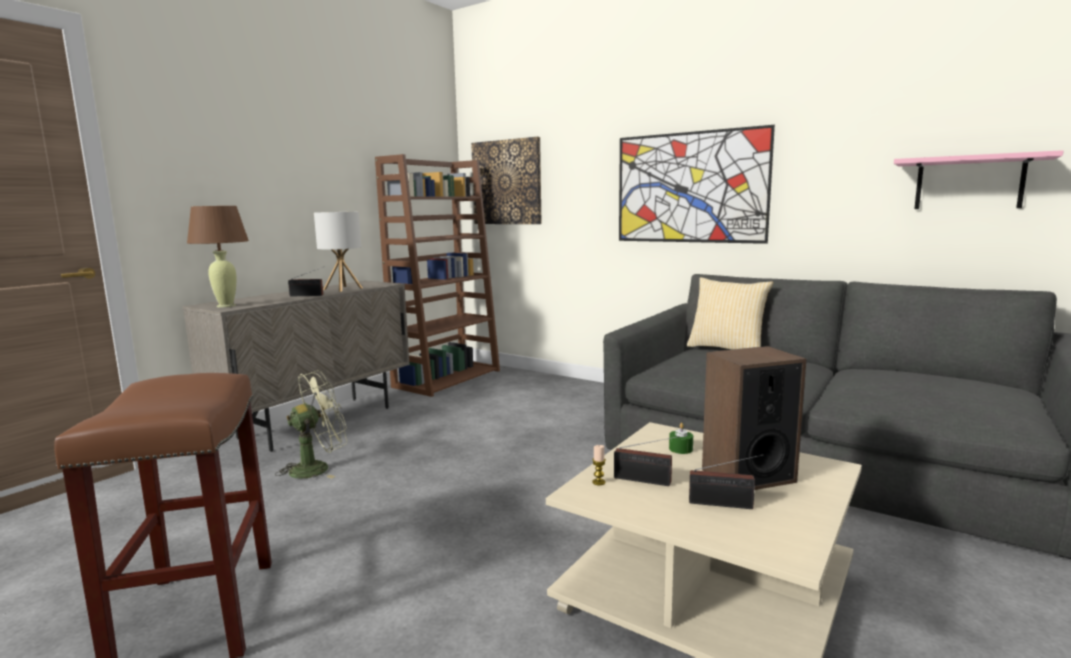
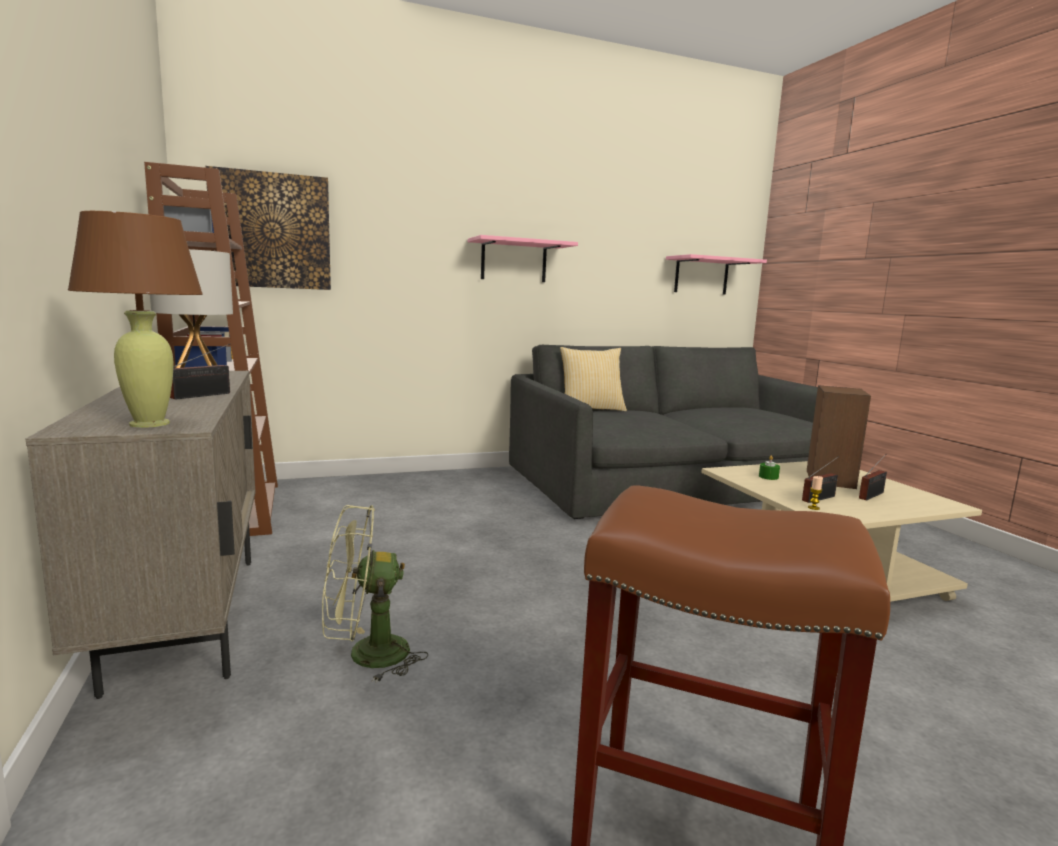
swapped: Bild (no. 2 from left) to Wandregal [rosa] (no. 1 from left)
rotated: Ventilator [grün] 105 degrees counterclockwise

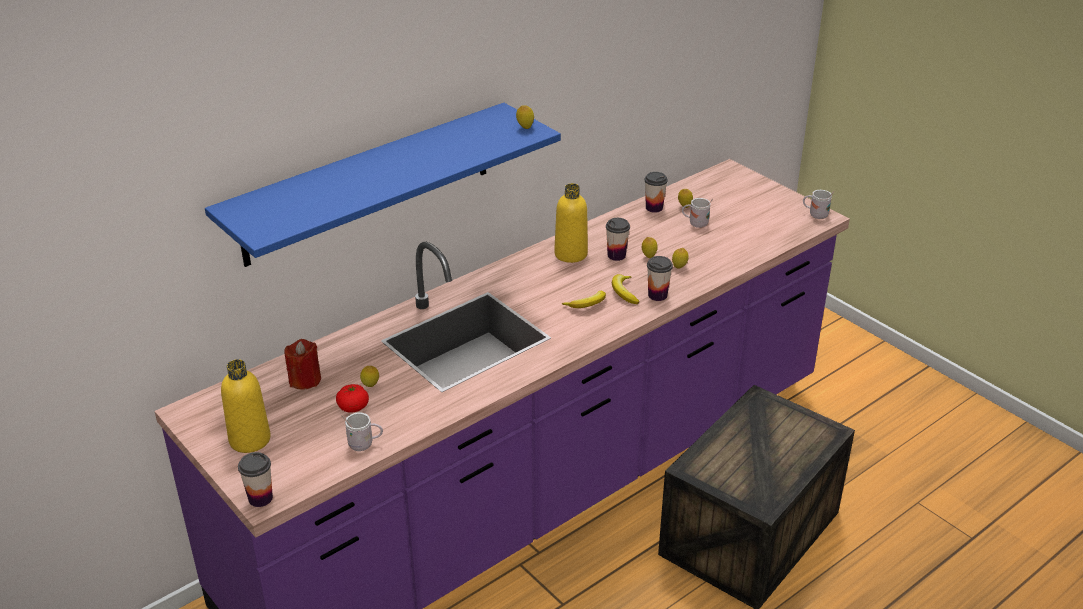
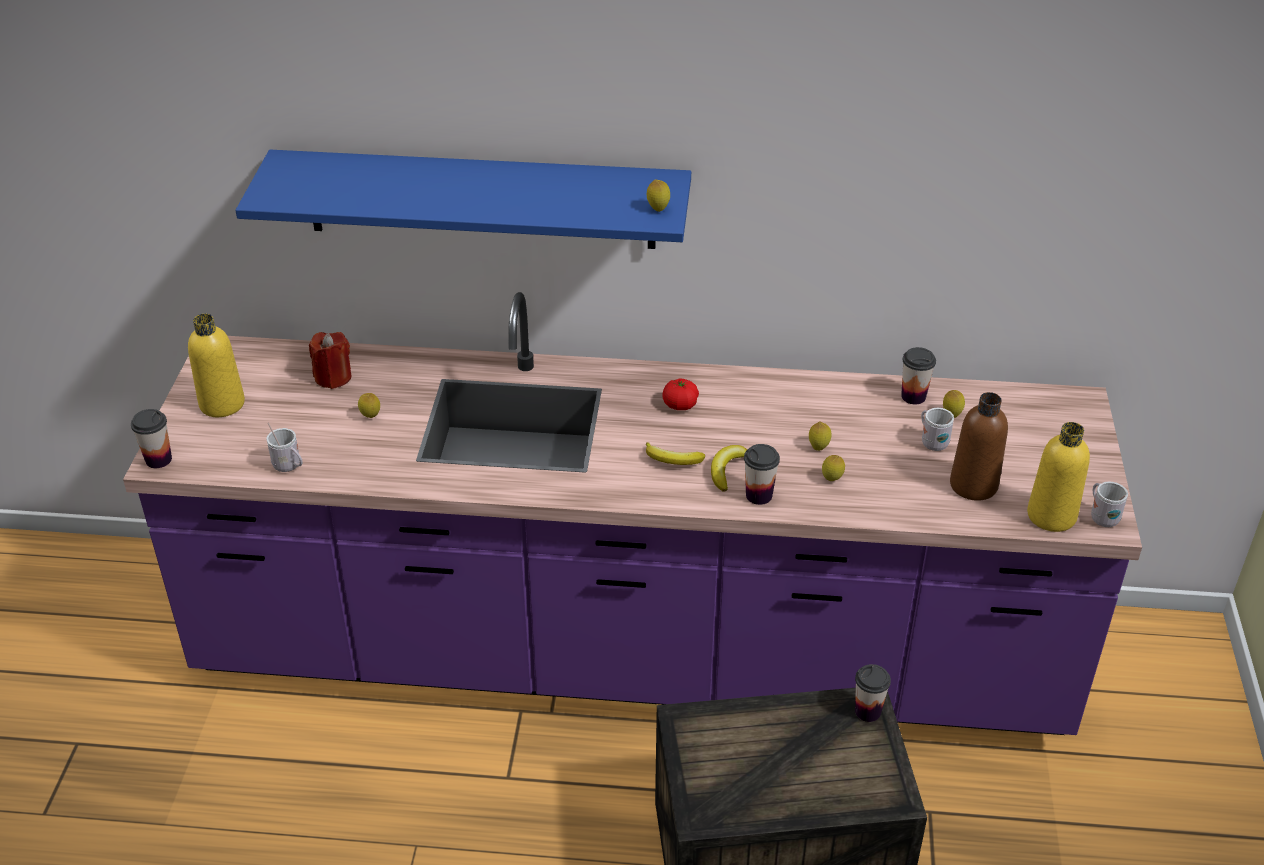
new: Flasche [braun]
shifted: Tomate; Flasche [gelb] (no. 2 from left); Tasse (no. 2 from left in the first image) to Tasse (no. 3 from left)

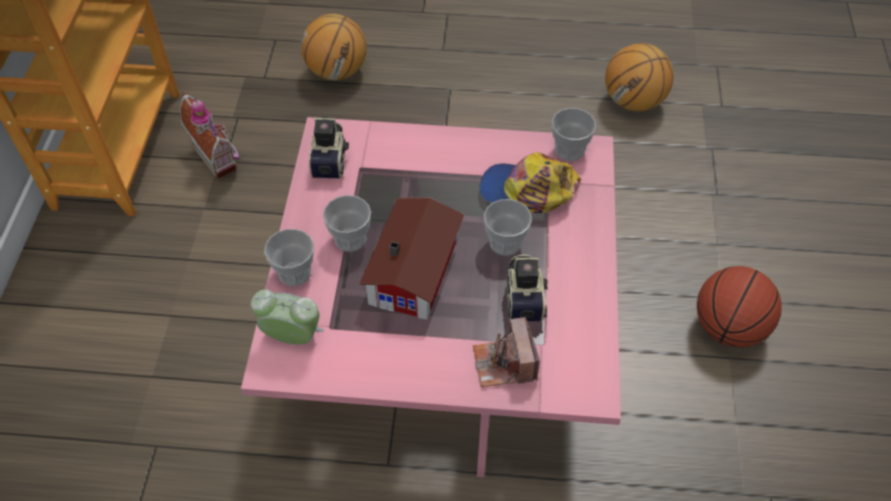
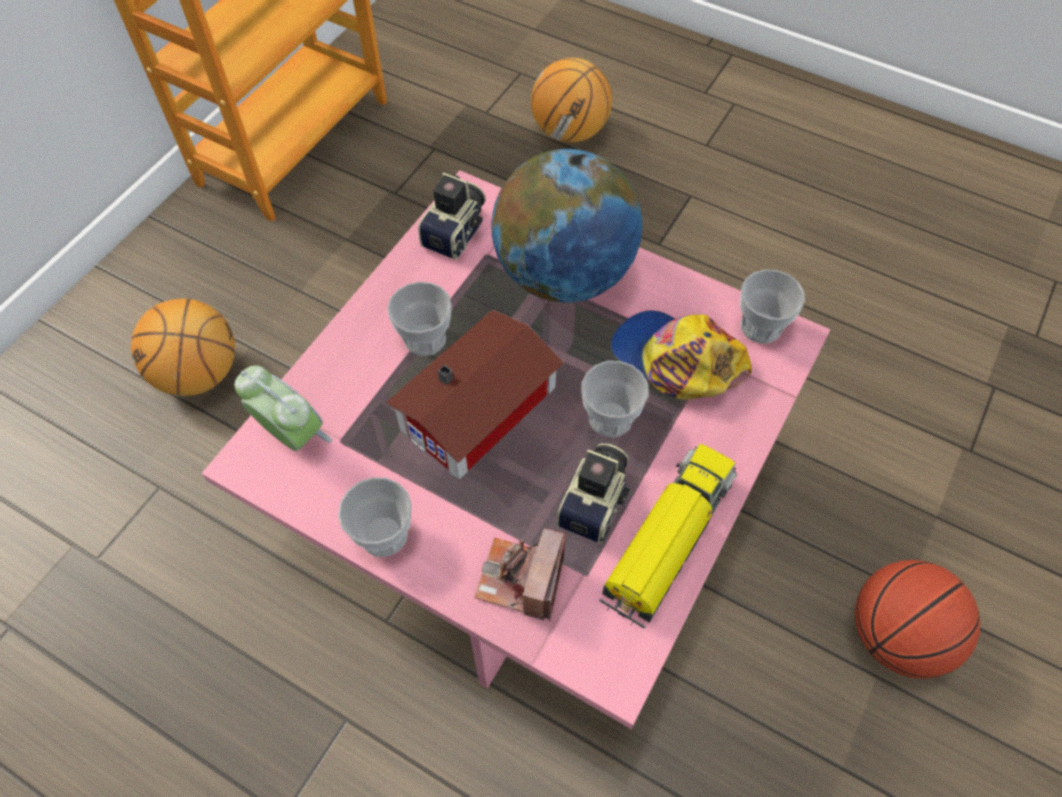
gone: Spielzeughaus (no. 1 from left)
new: Globus; Spielzeuglaster
shifted: Tasse (no. 1 from left); Basketball (no. 2 from left in the first image) to Basketball (no. 1 from left)

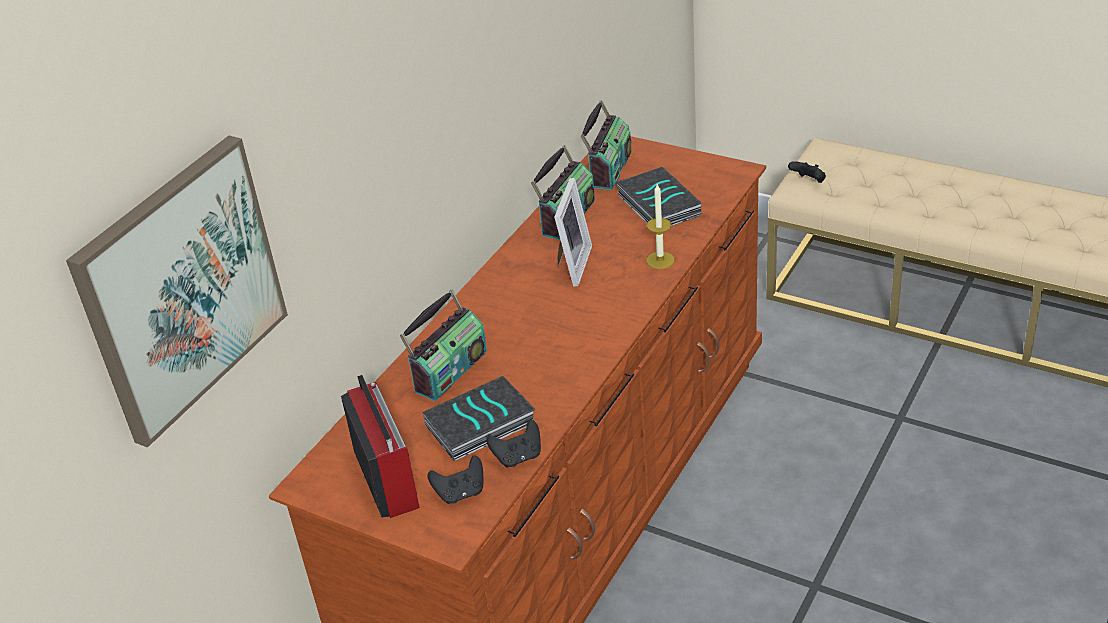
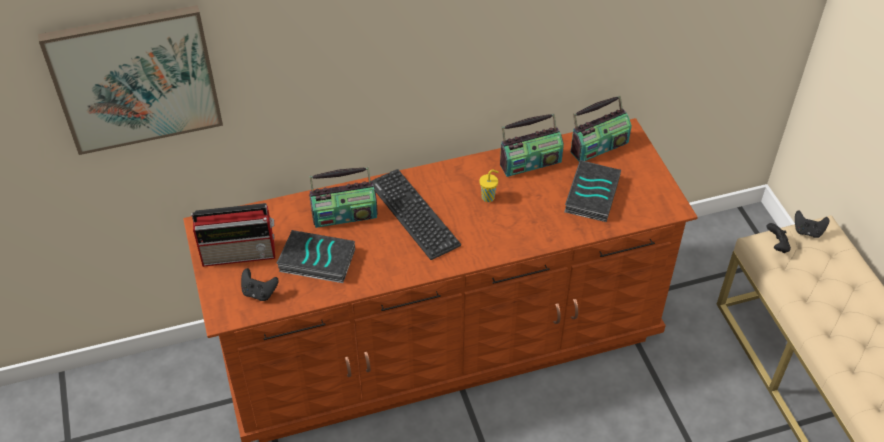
gone: Kerze
new: Tastatur
shifted: Gamepad [schwarz] (no. 2 from left in the first image) to Gamepad [schwarz] (no. 3 from left)
swapped: Bilderrahmen to Tasse [gelb]
rotated: Radio (no. 1 from left) 60 degrees clockwise

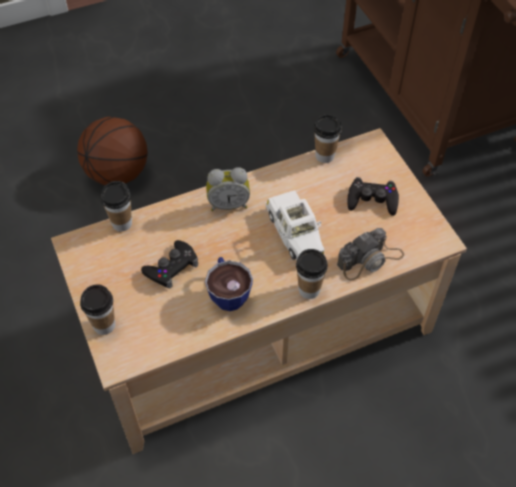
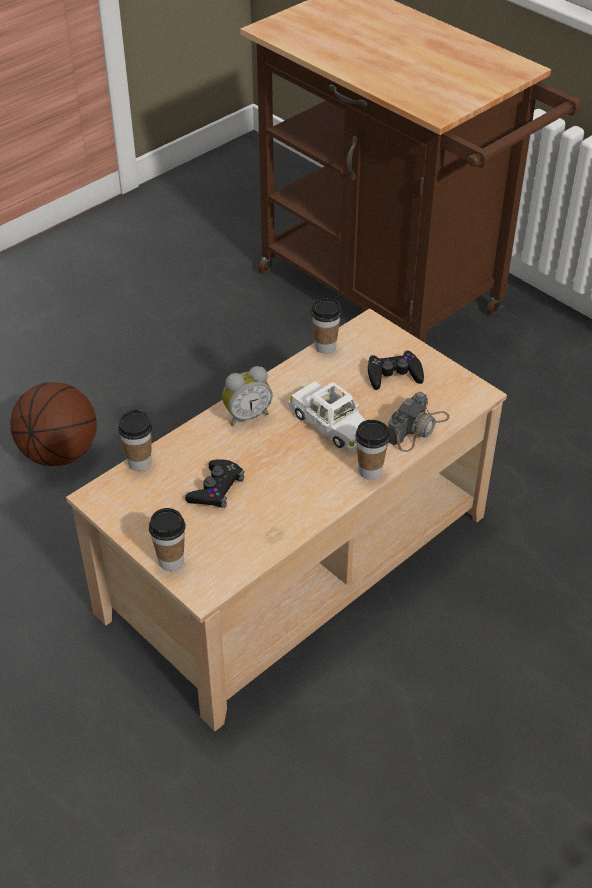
gone: Tasse (no. 3 from left)

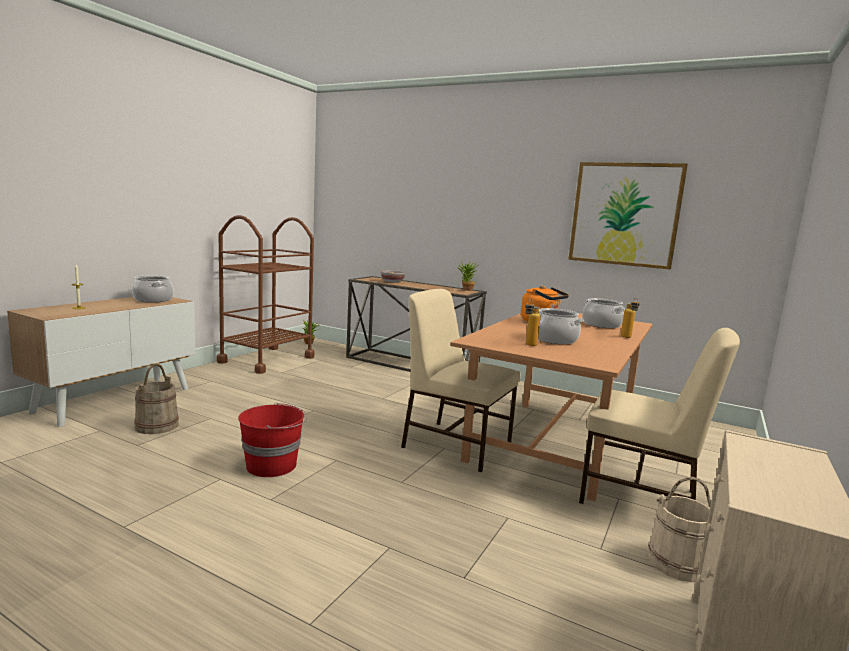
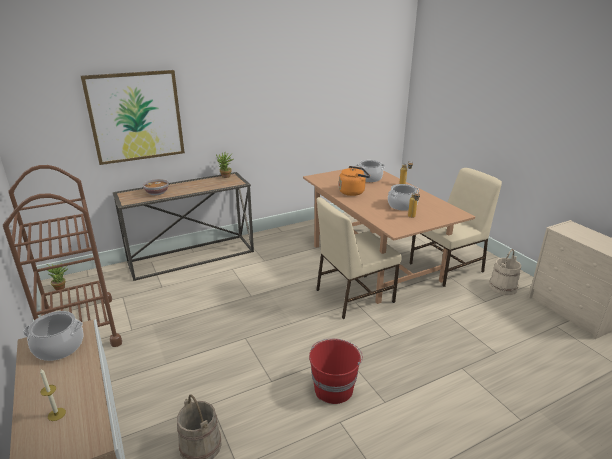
shifted: Bild

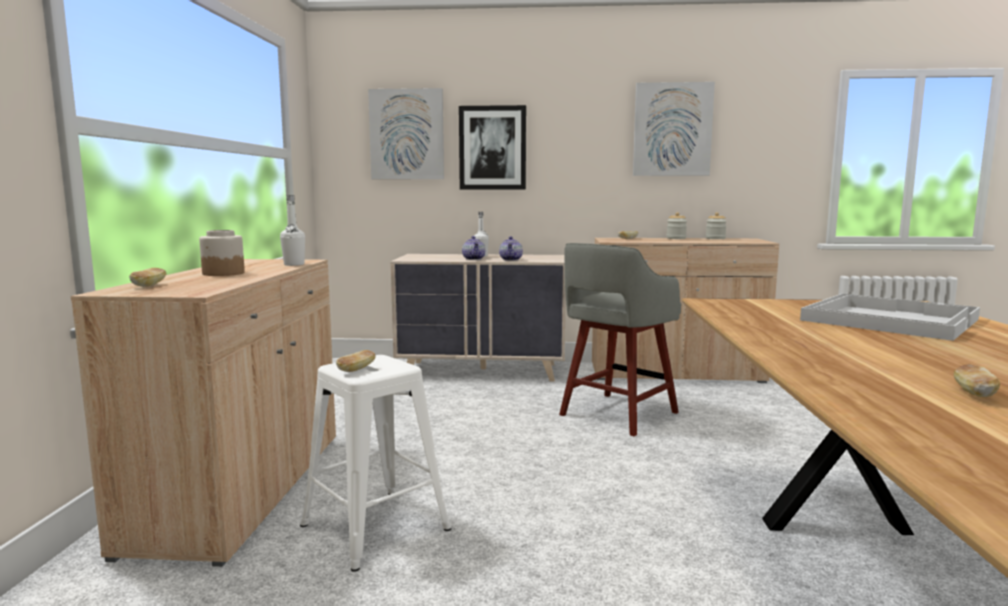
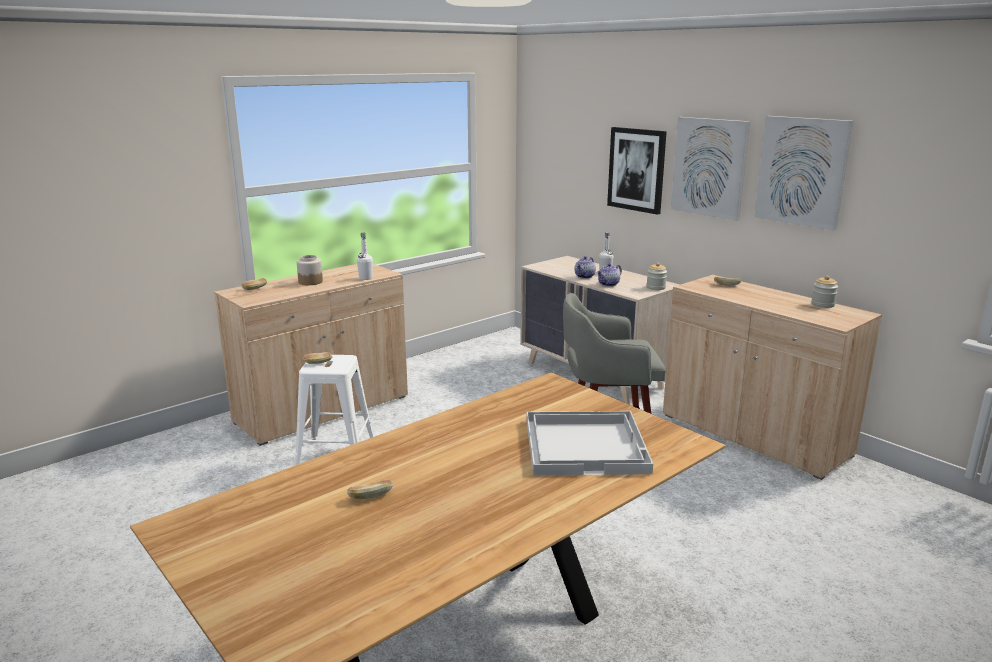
shifted: Bild (no. 1 from left in the first image) to Bild (no. 2 from left); Vorratsglas (no. 2 from left)

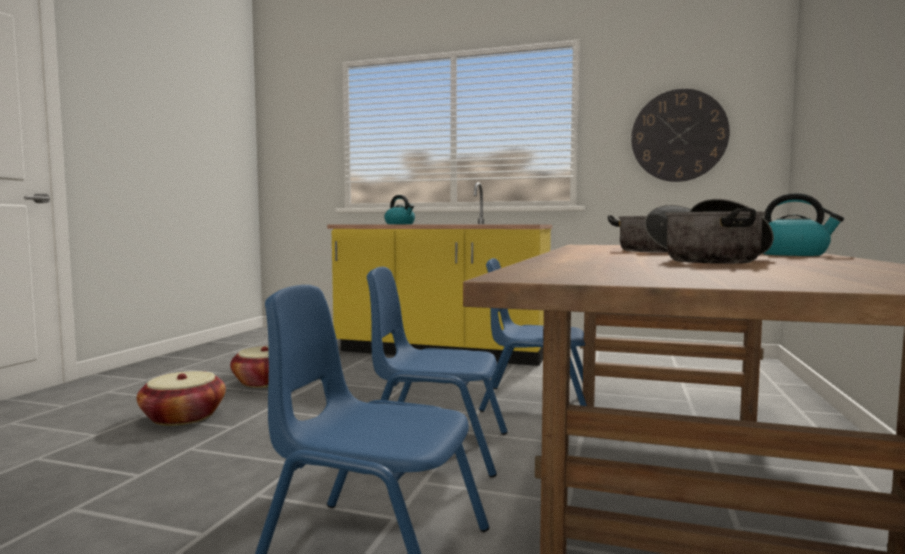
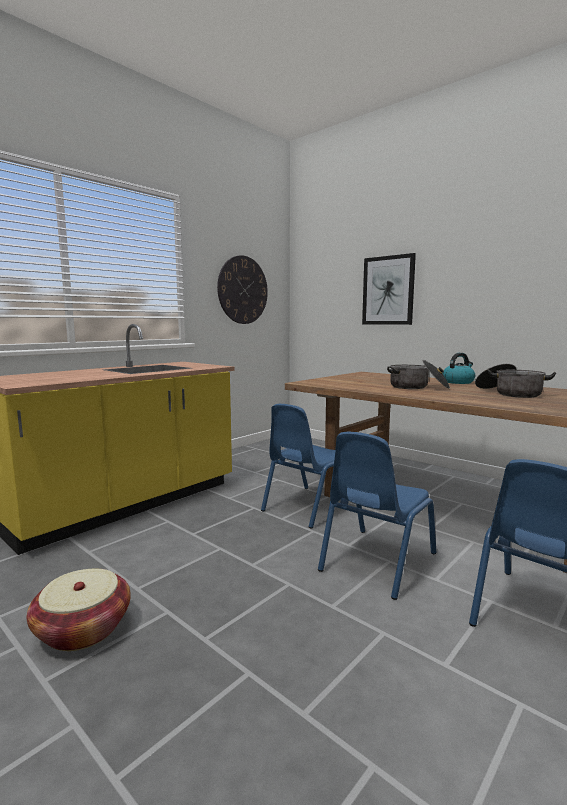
gone: Korb (no. 1 from left); Wasserkessel (no. 1 from left)
new: Bild

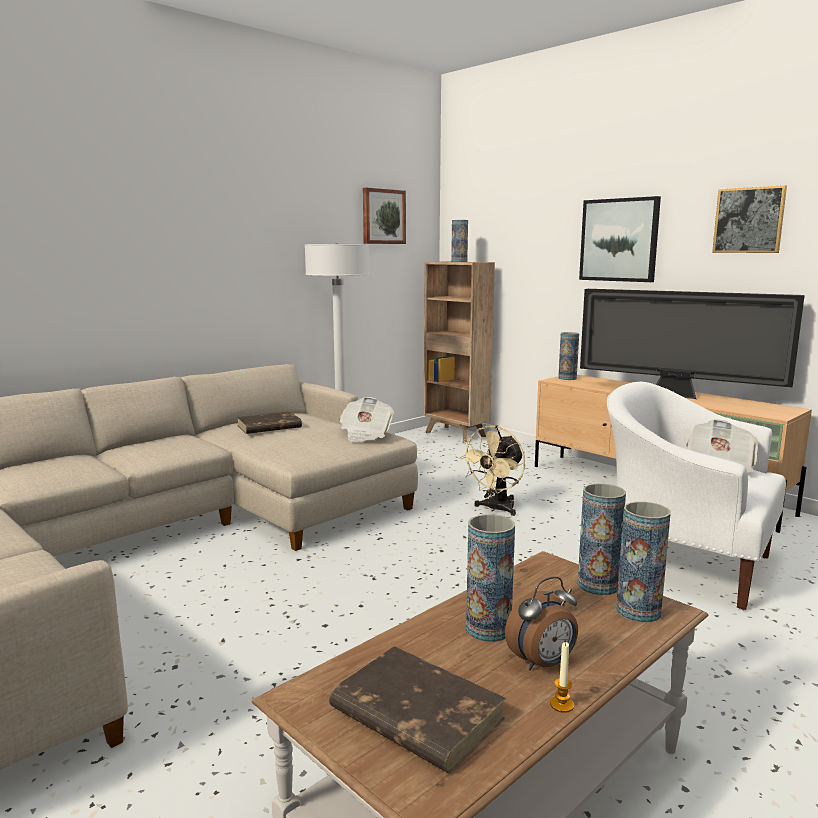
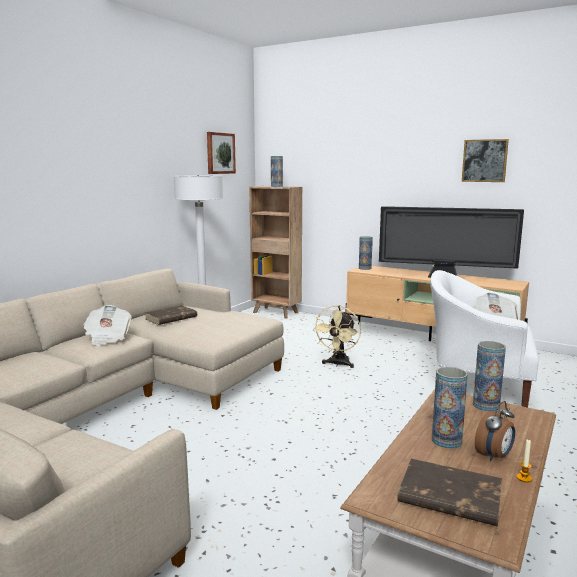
gone: Bild (no. 2 from left); Vase (no. 5 from left)
shifted: Zeitung (no. 1 from left)

